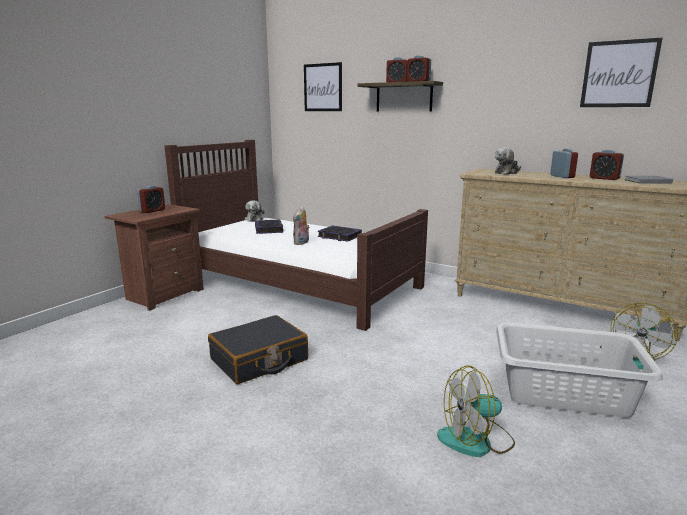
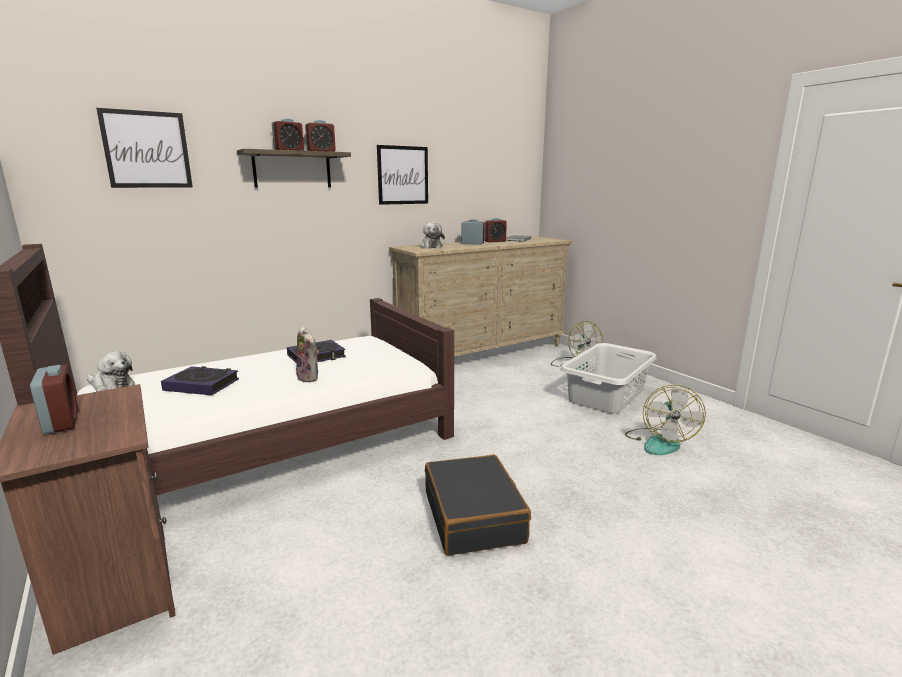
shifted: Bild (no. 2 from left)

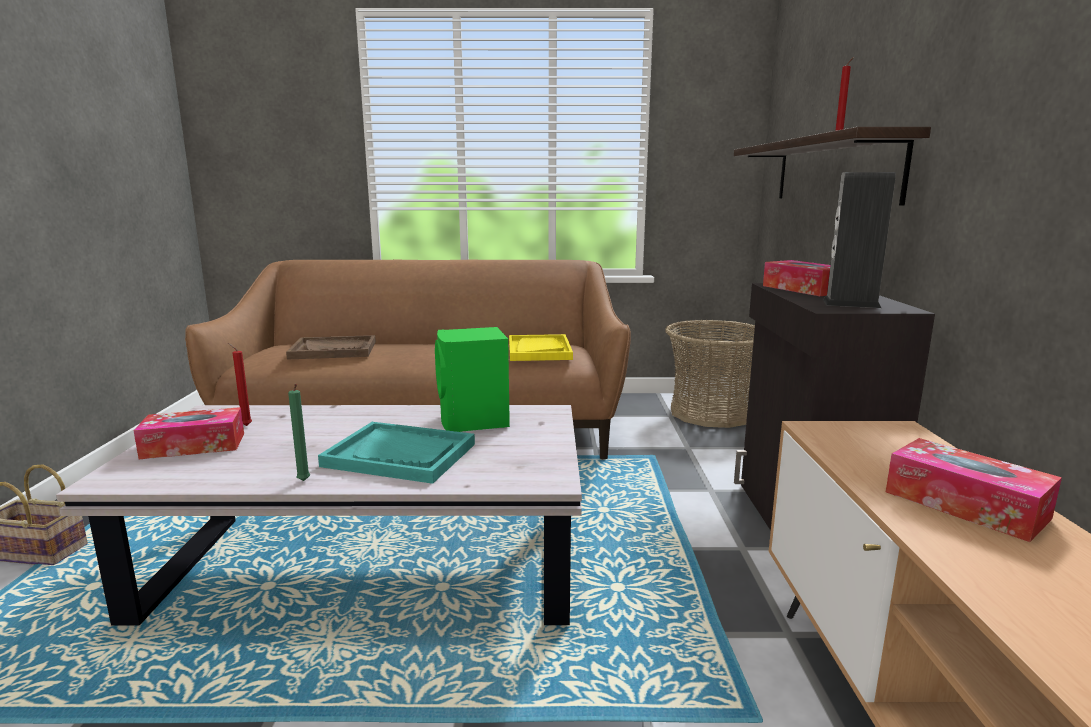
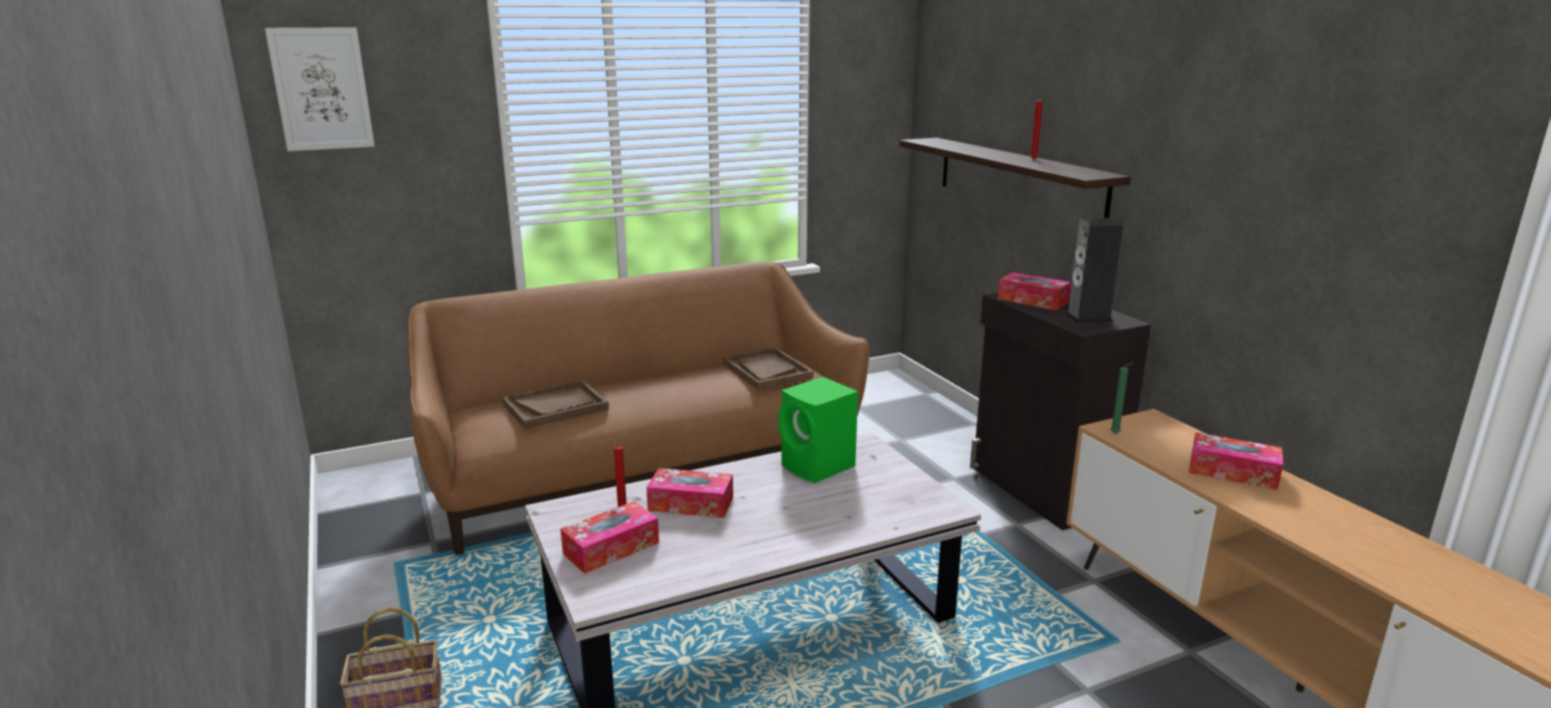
gone: Tablett [türkis]; Korb (no. 2 from left)
new: Bild; Taschentuchbox (no. 2 from left)
shifted: Kerze [grün]
repainted: Tablett [gelb] to Tablett [braun] (no. 2 from left)

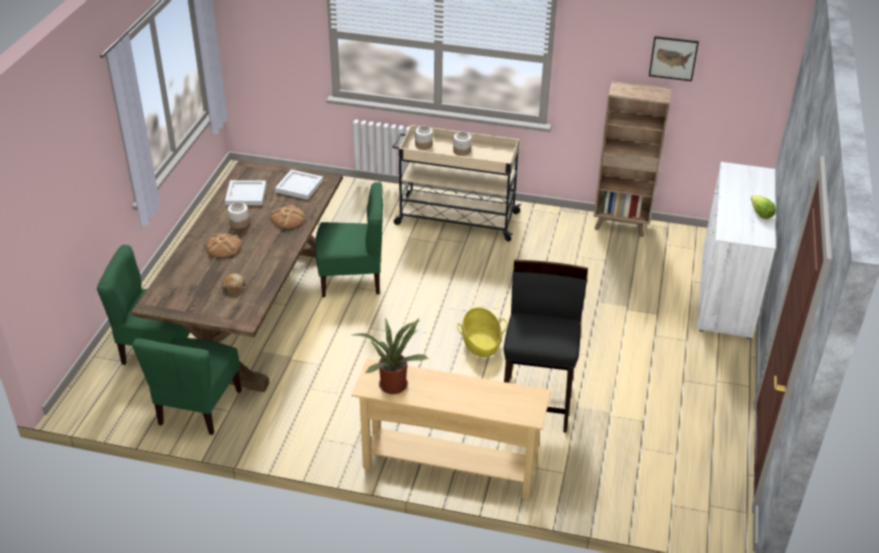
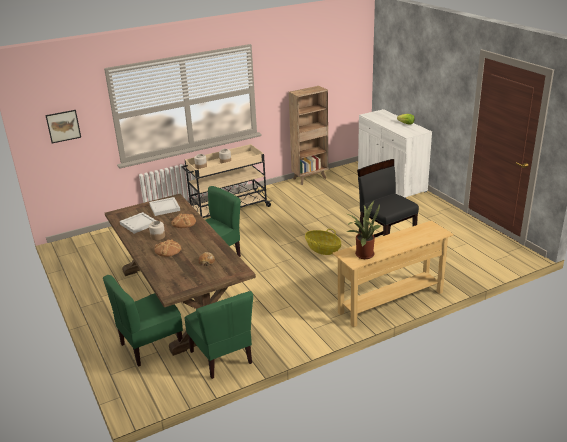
shifted: Bild

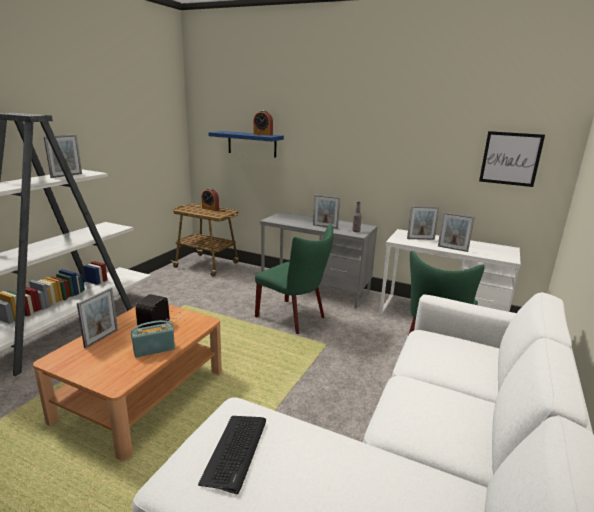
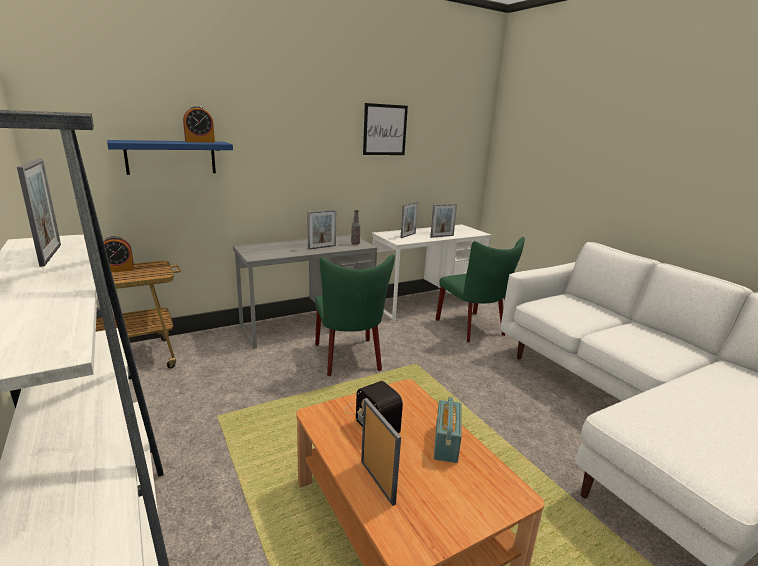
gone: Tastatur
shifted: Bild
rotated: Stuhl [grün] (no. 1 from left) 90 degrees clockwise

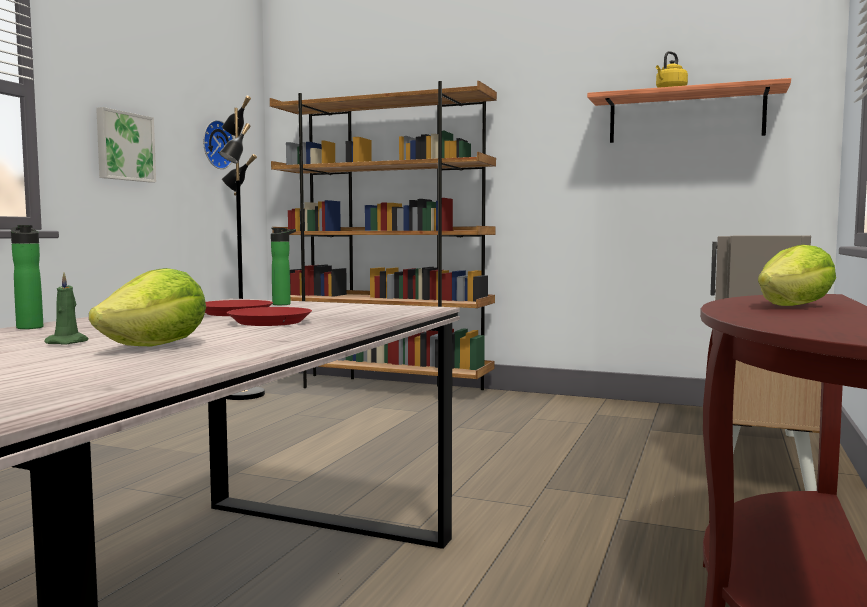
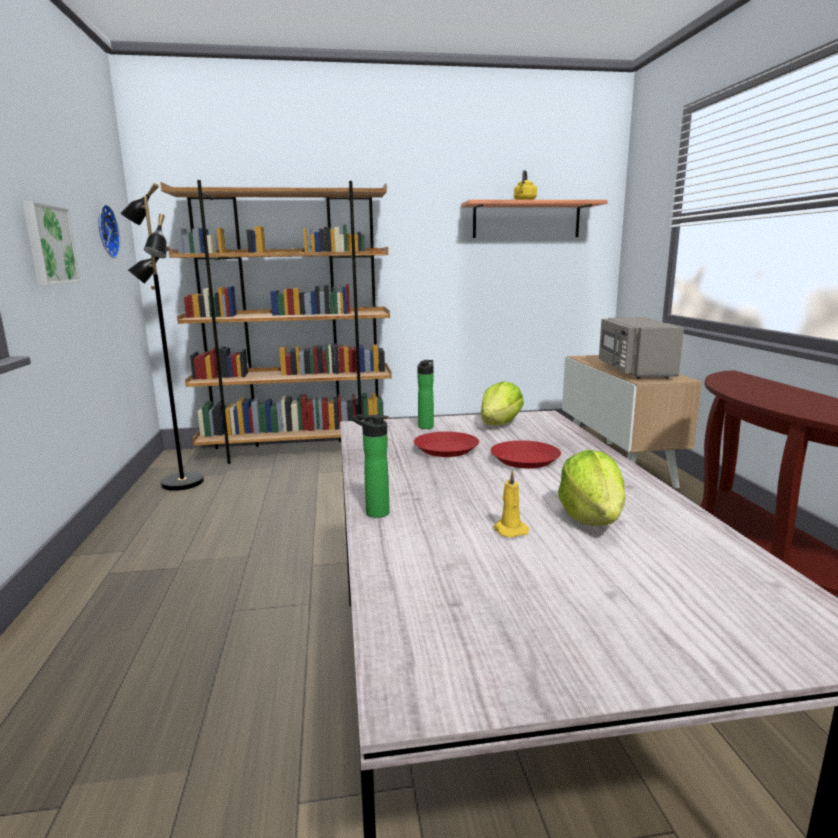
shifted: Salatkopf (no. 2 from left in the first image) to Salatkopf (no. 1 from left)
repainted: Kerze [grün] to Kerze [gelb]

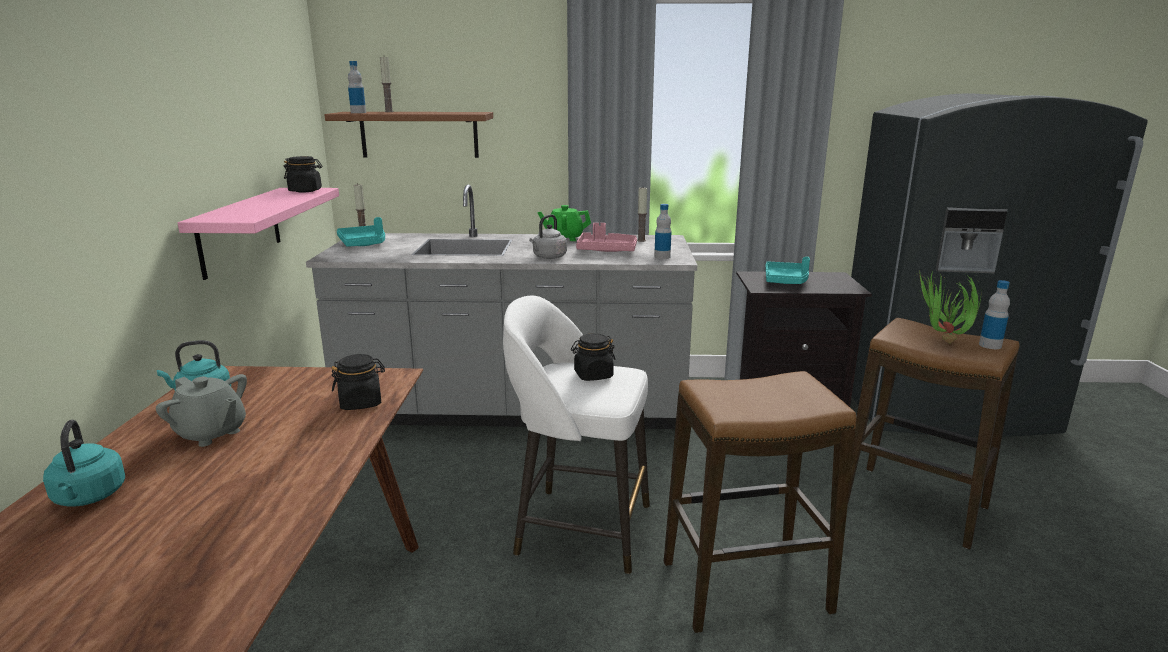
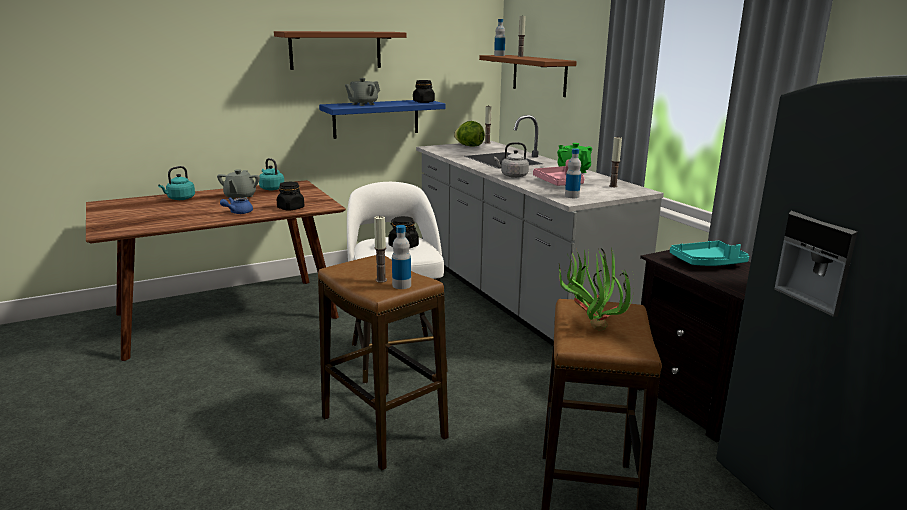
new: Teekanne [blau]; Wandregal [braun] (no. 1 from left); Teekanne [grau] (no. 2 from left); Kerze (no. 1 from left)
shifted: Flasche (no. 3 from left in the first image) to Flasche (no. 1 from left)
swapped: Tablett [türkis] (no. 1 from left) to Salatkopf
repainted: Wandregal [rosa] to Wandregal [blau]

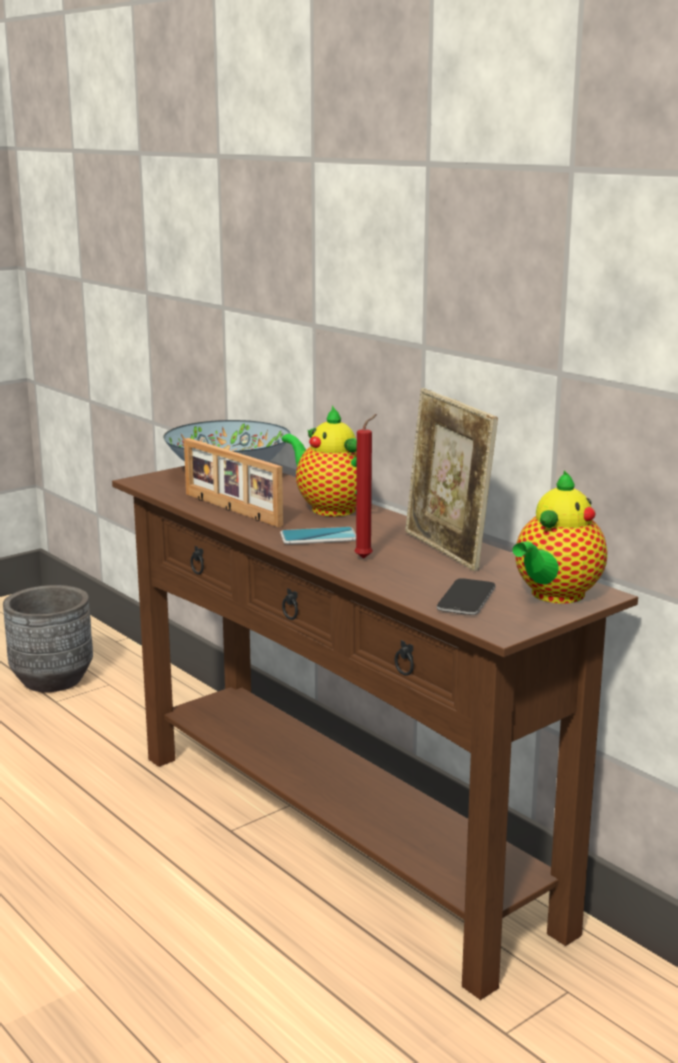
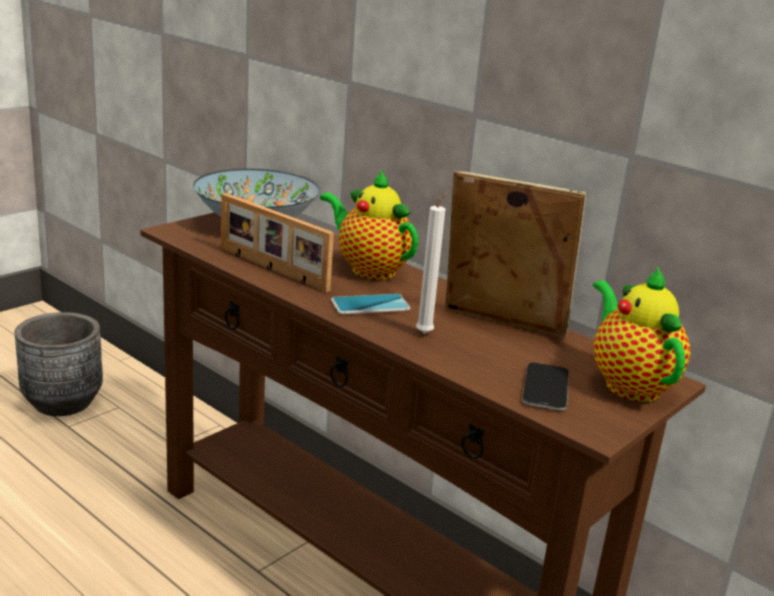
repainted: Kerze [rot] to Kerze [weiß]
rotated: Bilderrahmen (no. 2 from left) 150 degrees clockwise; Teekanne (no. 2 from left) 135 degrees clockwise

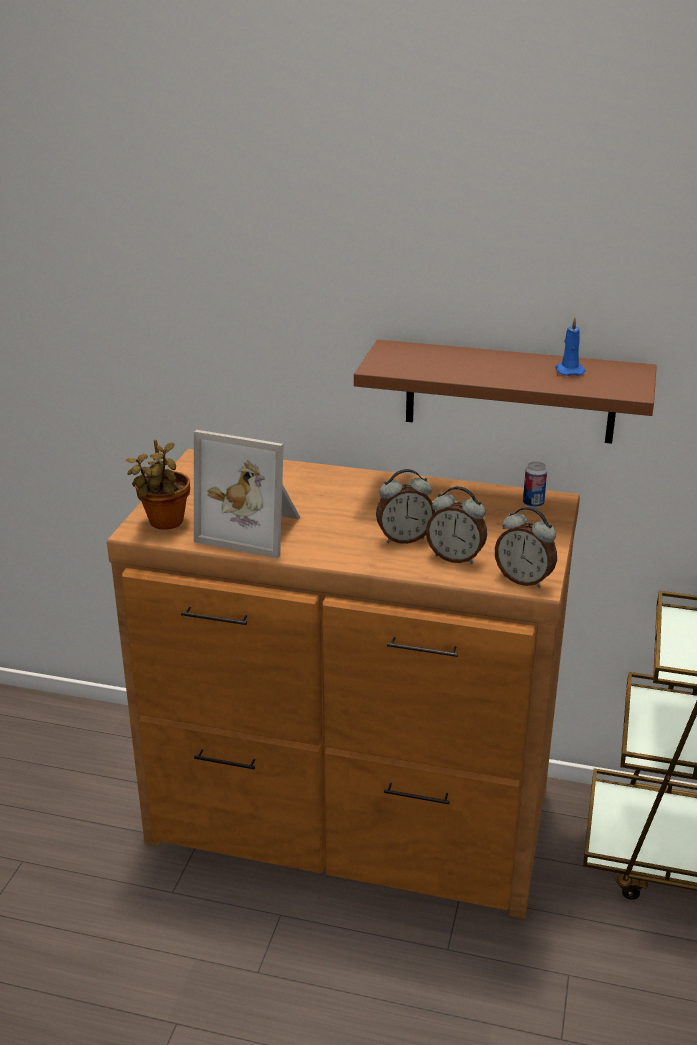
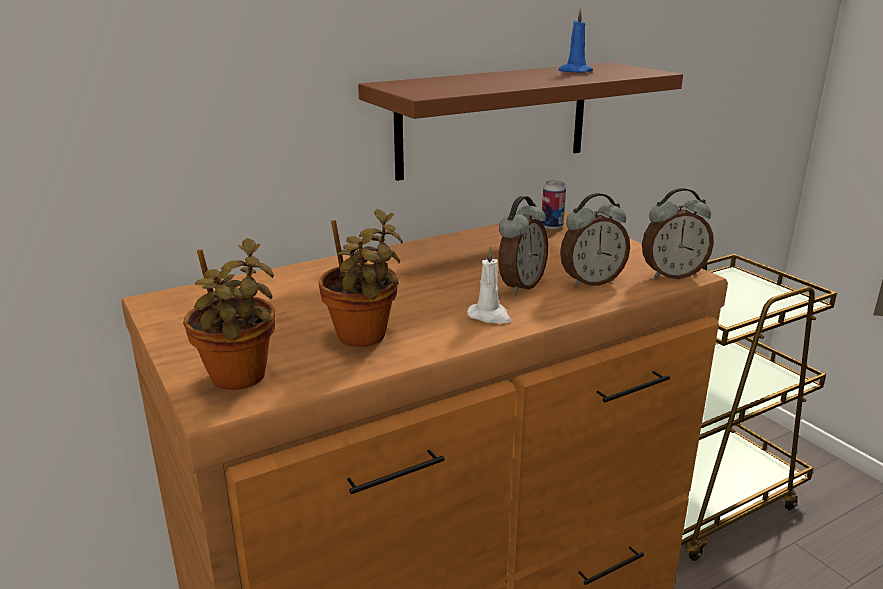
new: Kerze [weiß]
swapped: Bilderrahmen to Topfpflanze (no. 2 from left)

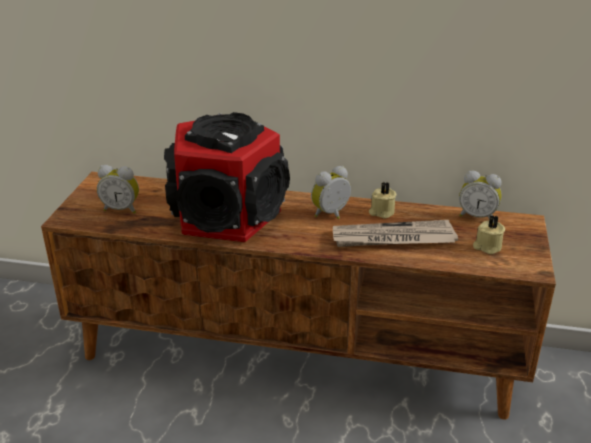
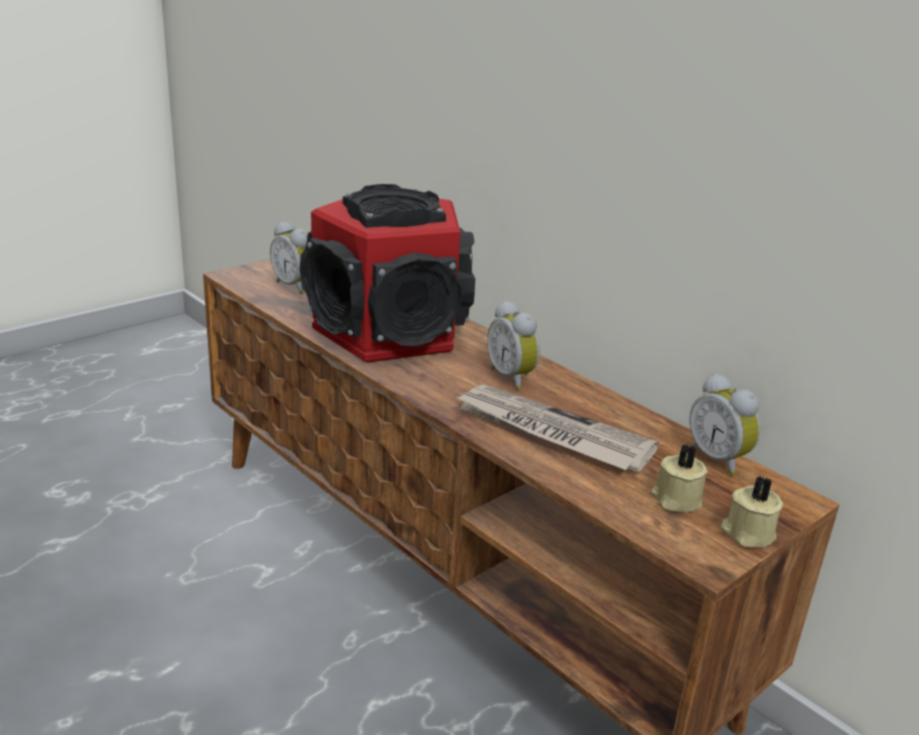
shifted: Kerze [beige] (no. 1 from left in the first image) to Kerze [beige] (no. 2 from left)
rotated: Wecker (no. 2 from left) 120 degrees counterclockwise

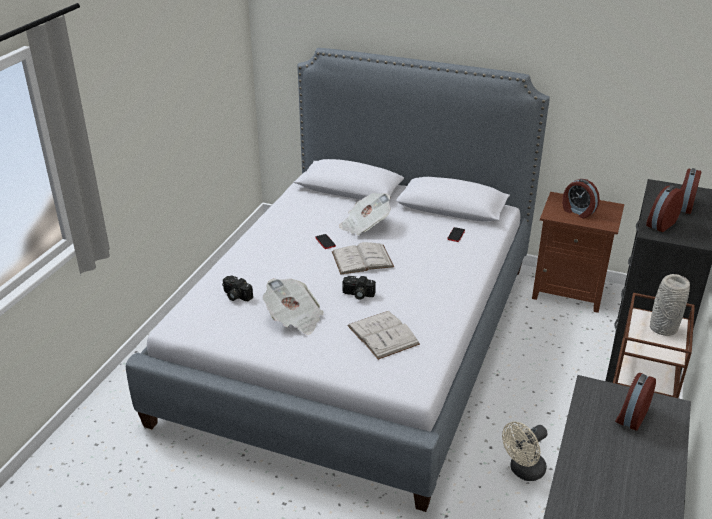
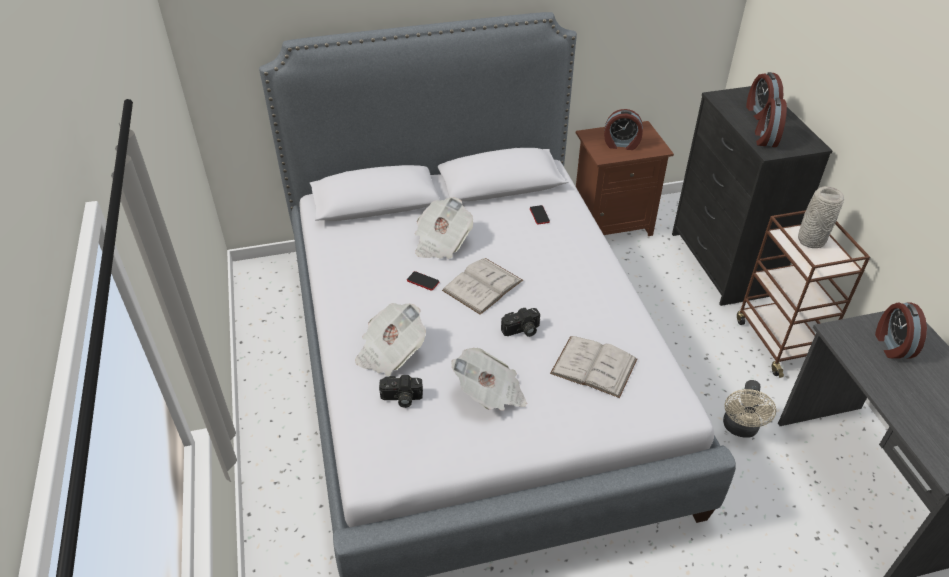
new: Zeitung (no. 1 from left)

